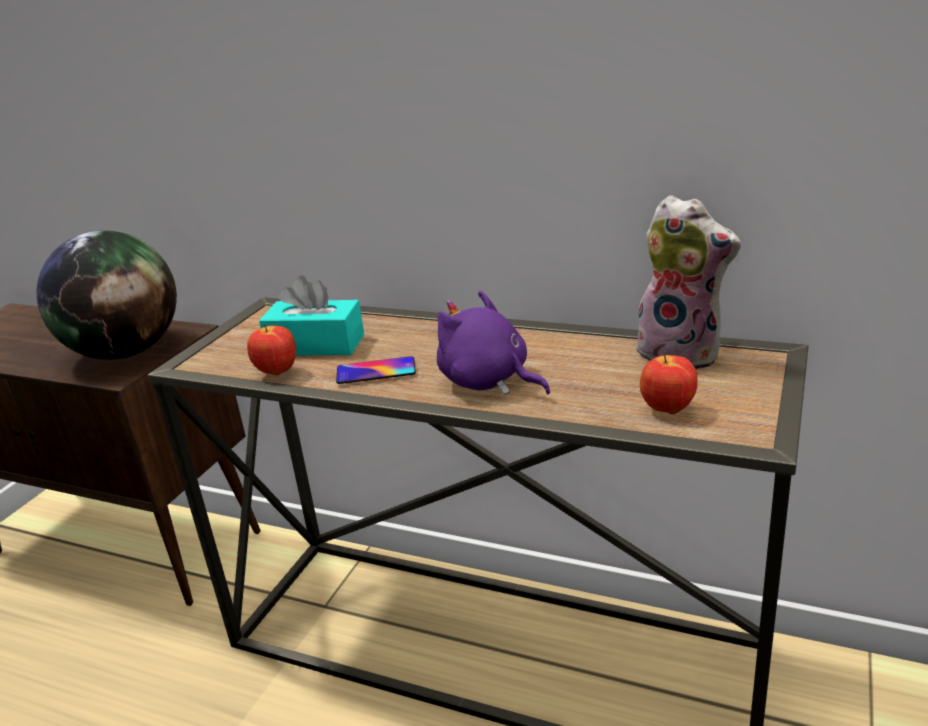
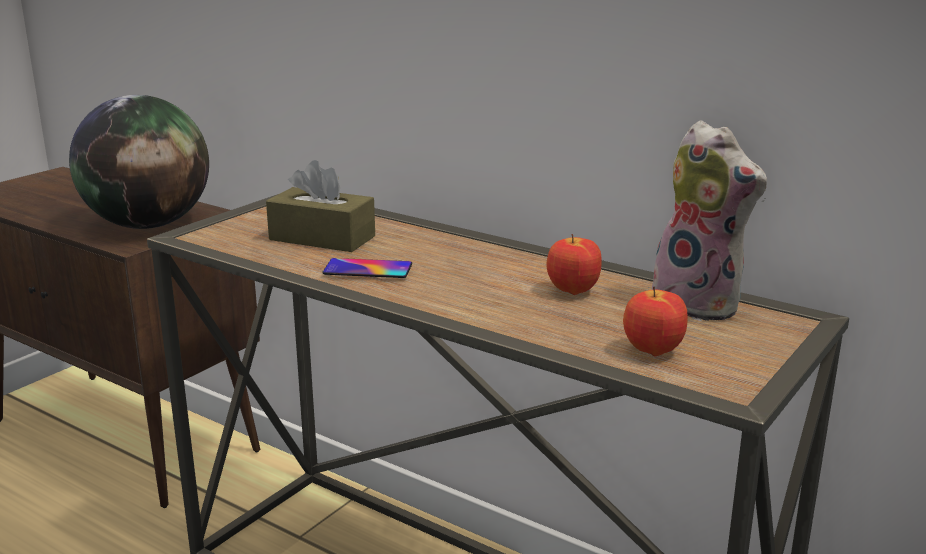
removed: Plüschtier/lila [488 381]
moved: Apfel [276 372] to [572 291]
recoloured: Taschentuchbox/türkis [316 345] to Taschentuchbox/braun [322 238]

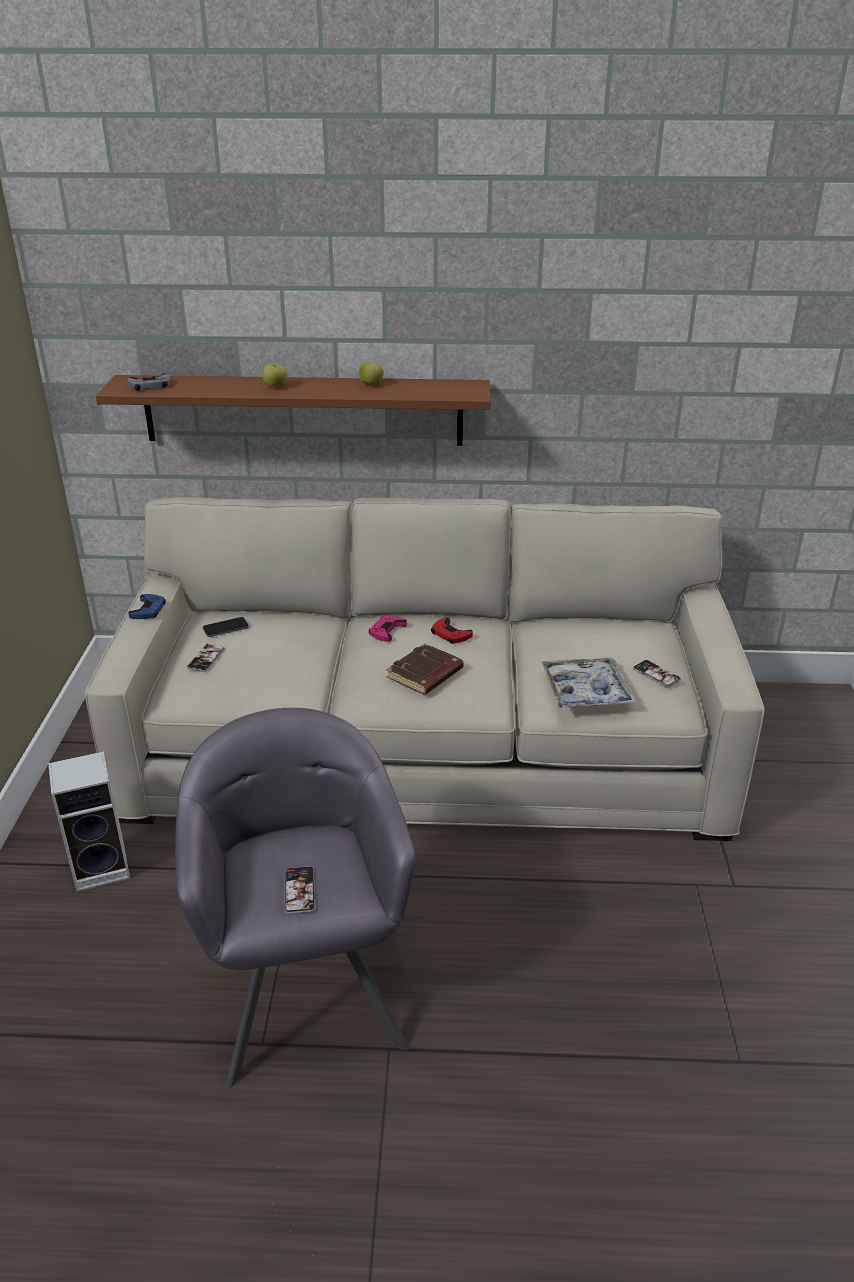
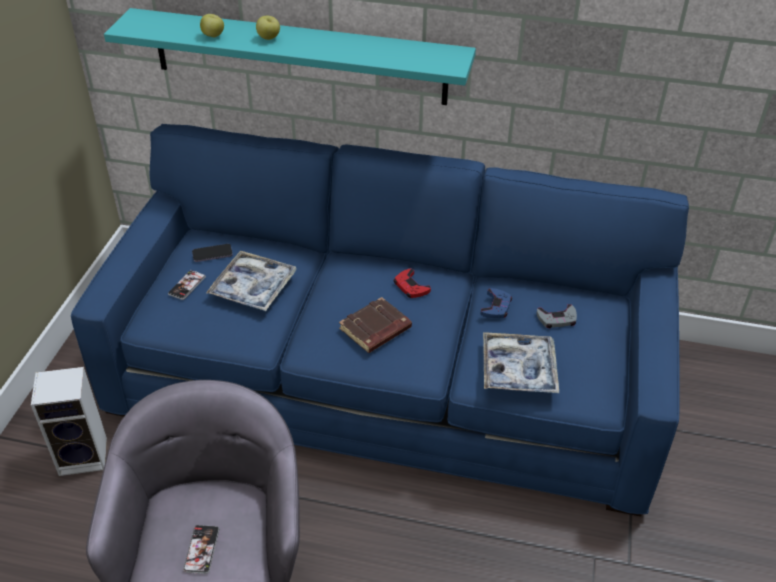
removed: Gamepad/rosa [387 631]; Handy [656 674]
added: Tablett [253 287]
moved: Apfel [371 384] to [213 36]; Gamepad/blau [148 610] to [496 307]; Gamepad/grau [150 386] to [557 319]
recoloured: Sofa/beige [428 750] to Sofa/blau [388 377]; Wandregal/braun [303 410] to Wandregal/türkis [299 57]

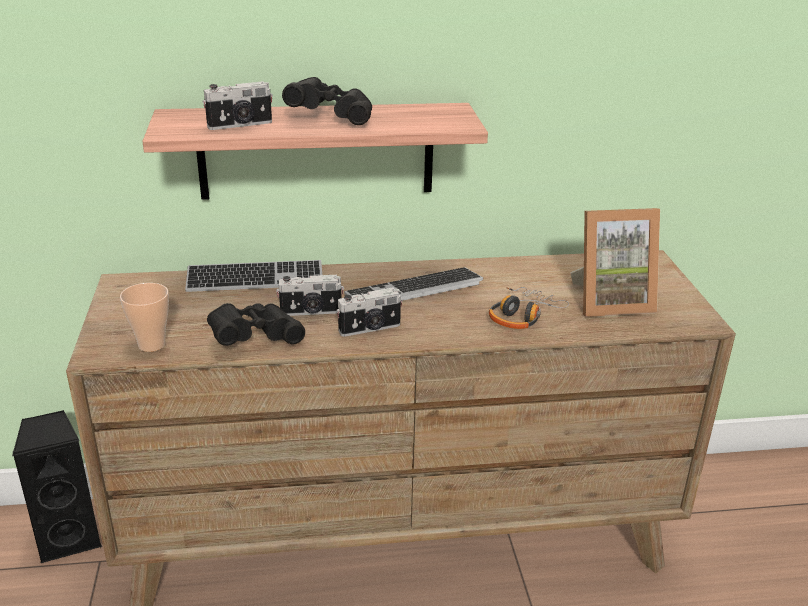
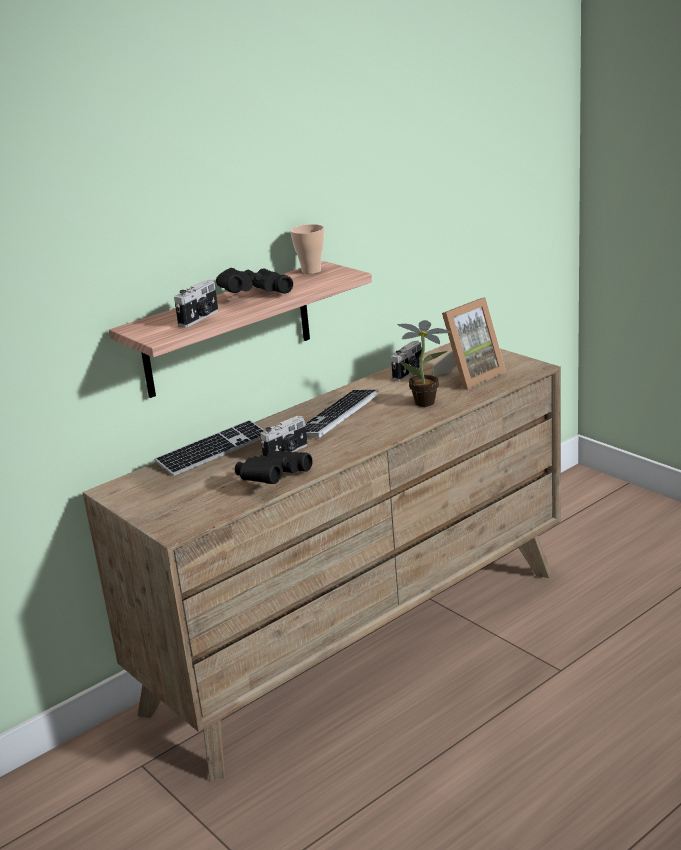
removed: Lautsprecher/schwarz [70 538]
moved: Tasse [151 345] to [311 271]; Kamera [370 329] to [409 373]
replaced: Kopfhörer [522 316] to Topfpflanze [428 403]

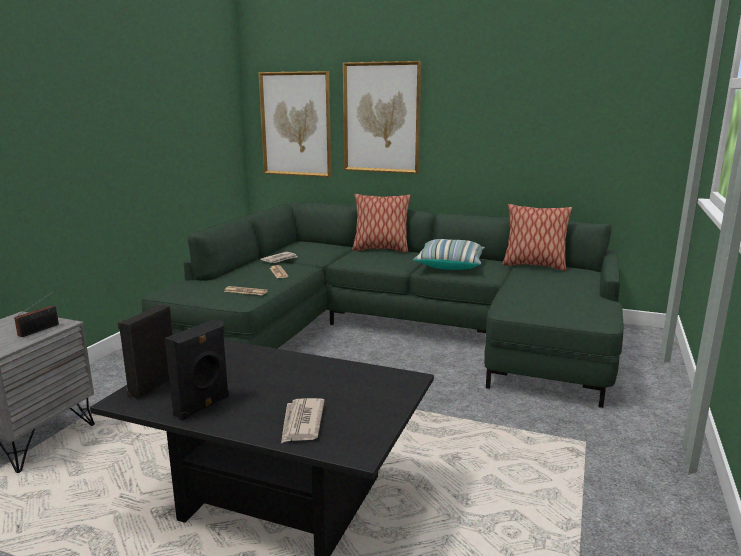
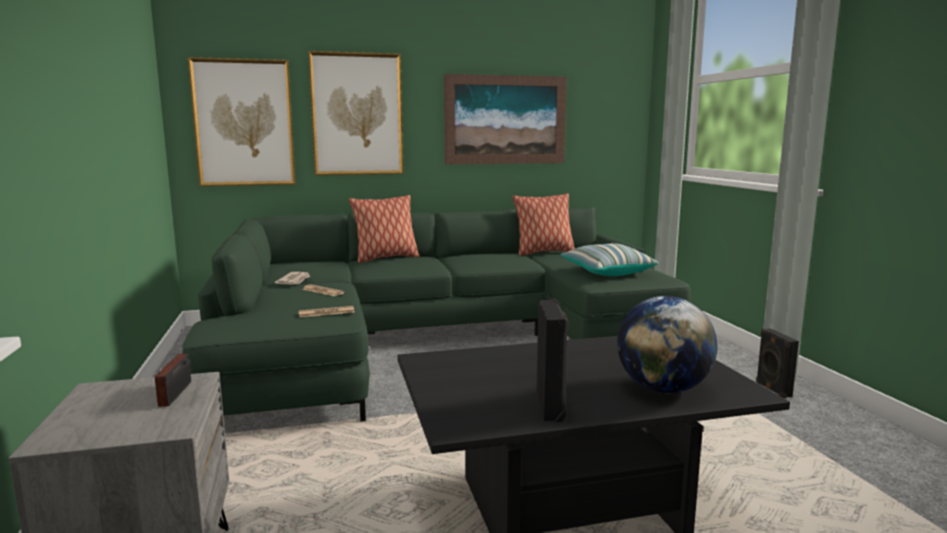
added: Bild [505 120]
moved: Kissen [450 265] to [606 272]; Lautsprecher/schwarz [151 385] to [772 389]
replaced: Zeitung [301 423] to Globus [663 389]

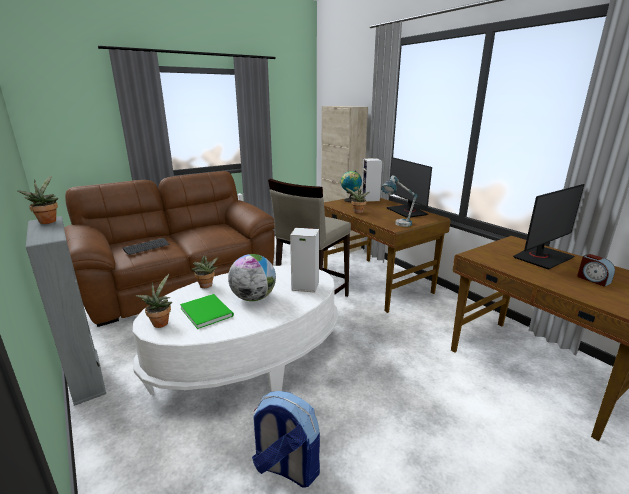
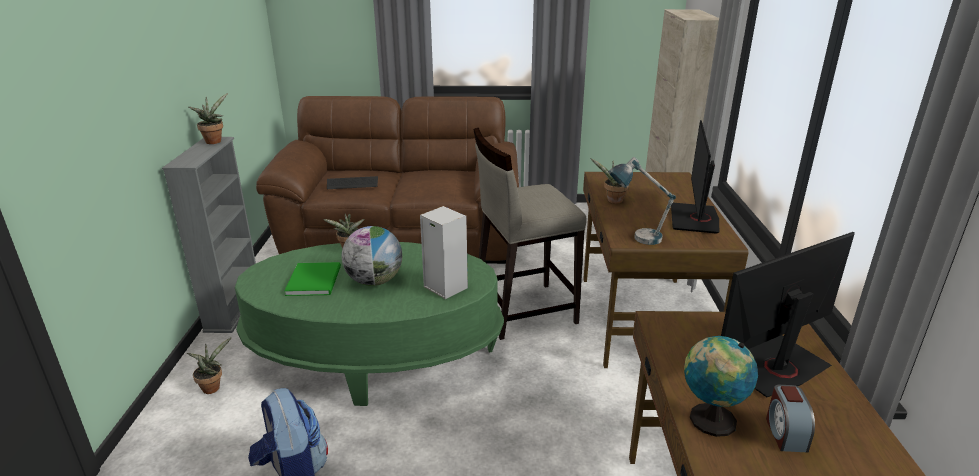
removed: Lautsprecher [370 199]
moved: Topfpflanze [160 322] to [213 387]; Globus [350 200] to [709 420]
recoloured: Couchtisch/weiß [248 360] to Couchtisch/grün [375 355]
turned: Monitor [542 257] = [773 366] 150 degrees clockwise

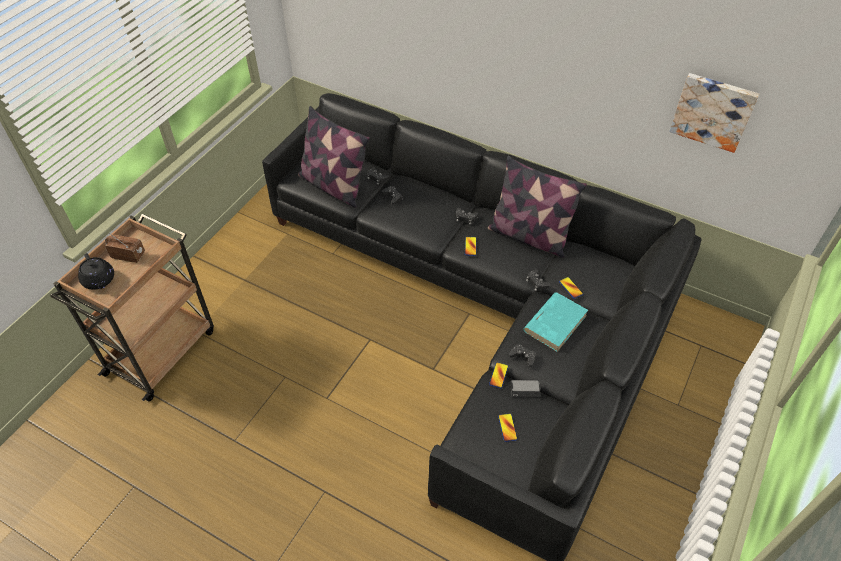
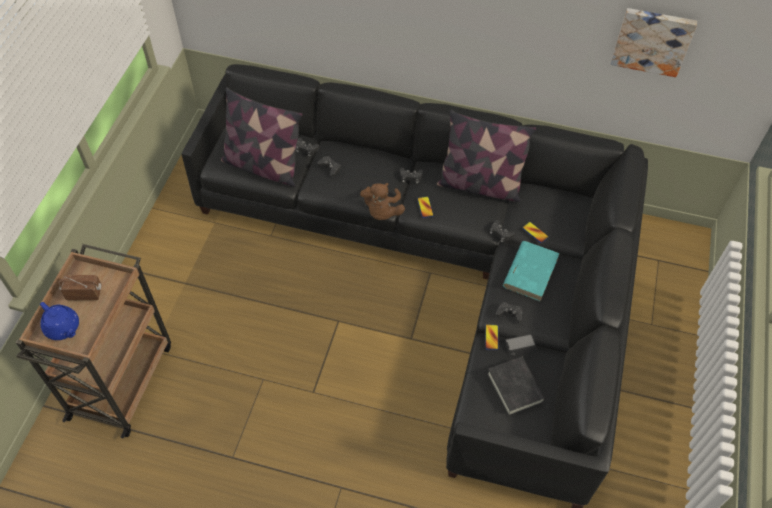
added: Plüschtier/braun [382 212]
replaced: Handy [507 427] to Buch/schwarz [515 388]
recoloured: Teekanne/schwarz [99 280] to Teekanne/blau [63 328]

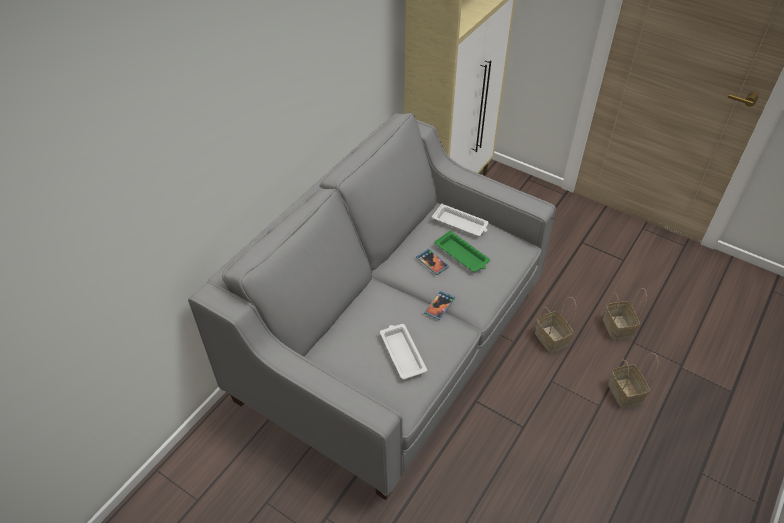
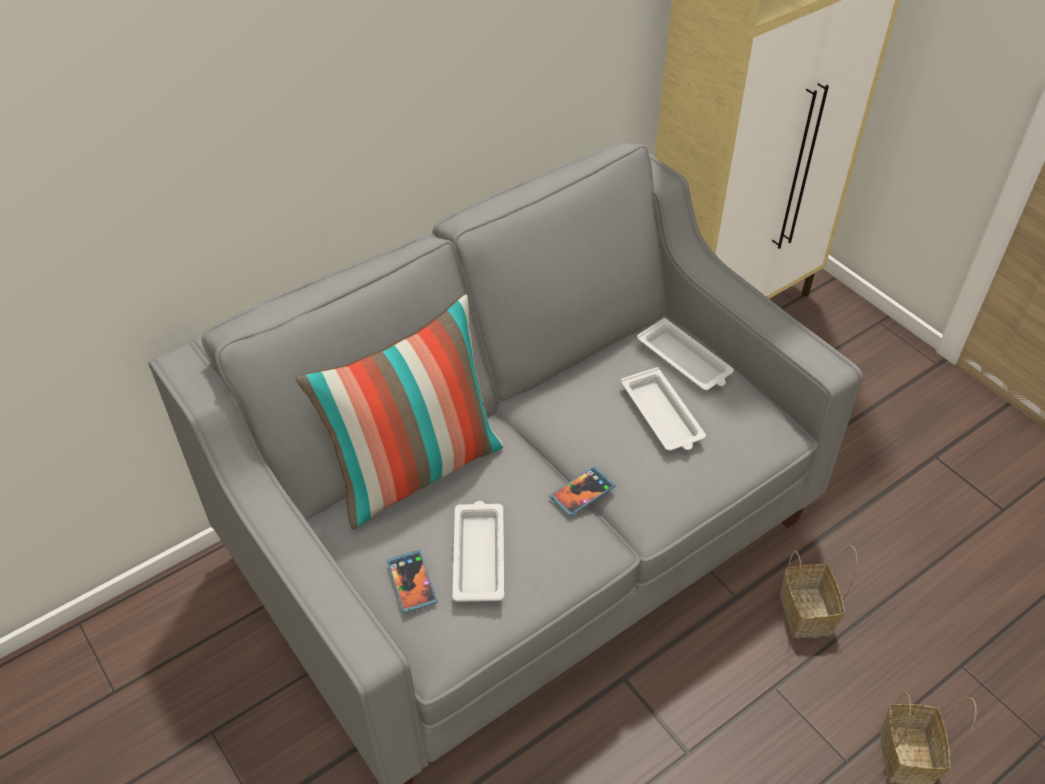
removed: Korb [616 327]
added: Kissen [415 469]
moved: Handy [432 262] to [412 582]
recoloured: Tablett/grün [462 255] to Tablett/weiß [662 416]

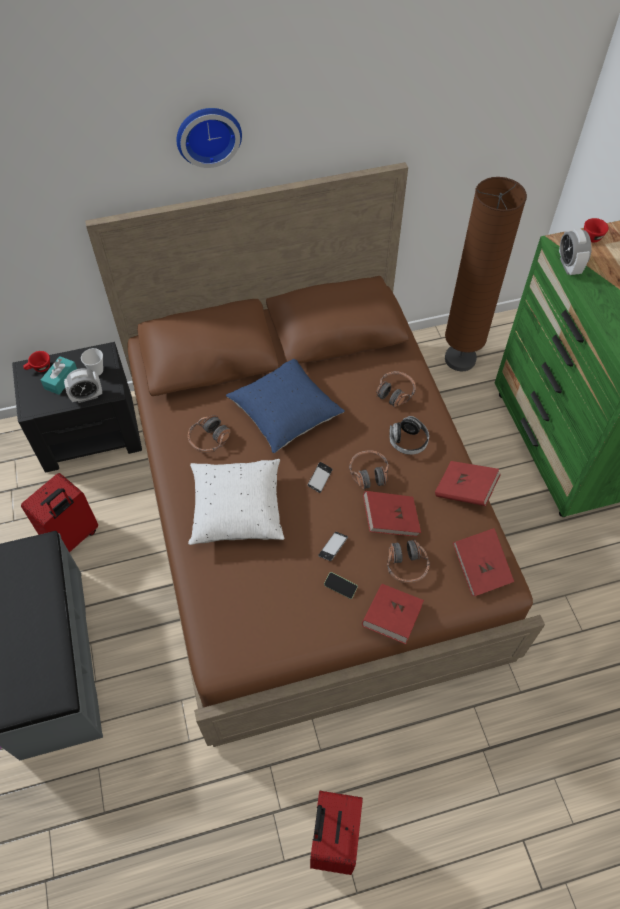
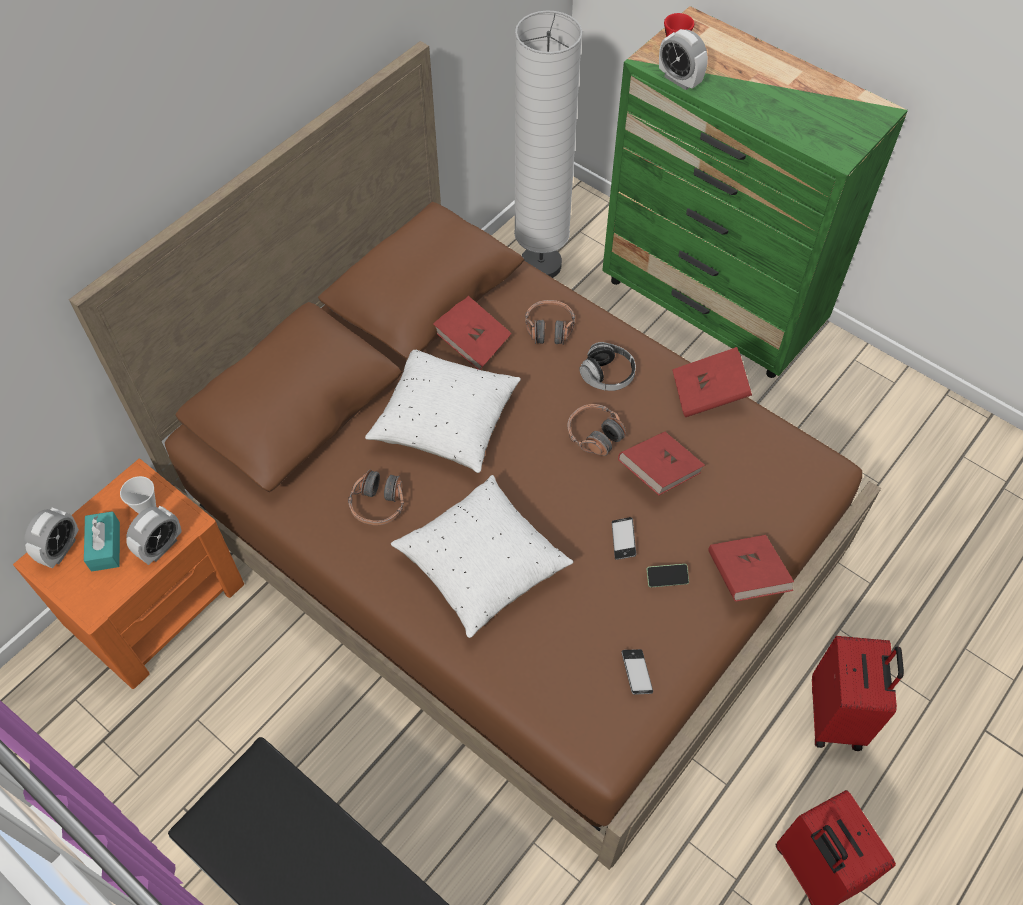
removed: Wanduhr [208 134]; Kopfhörer [406 565]
moved: Buch/rot [481 568] to [471 341]; Handy [320 478] to [636 673]; Koffer/rot [72 537] to [837 716]
replaced: Tasse/rot [39 368] to Wecker [61 549]
recoloured: Nachttisch/schwarz [90 433] to Nachttisch/orange [155 602]; Kissen/blau [285 414] to Kissen/weiß [445 423]; Stehlampe/braun [460 359] to Stehlampe/weiß [540 265]

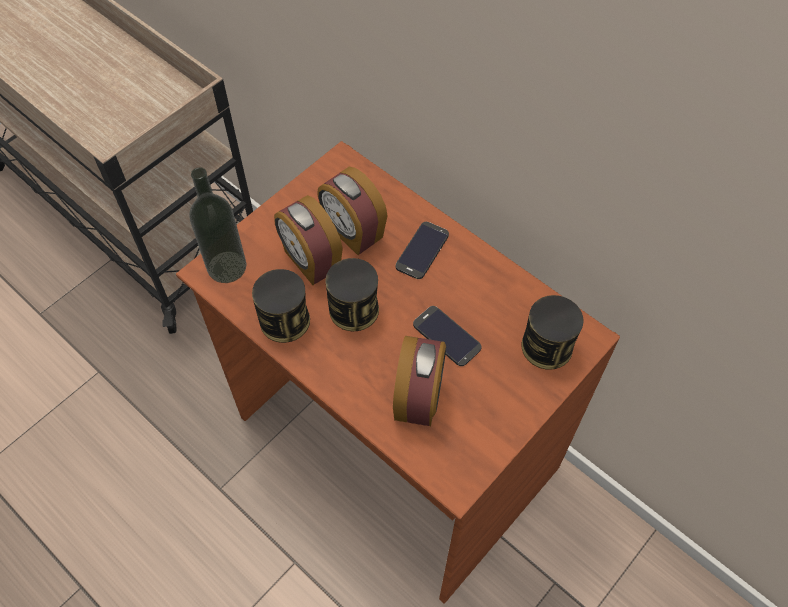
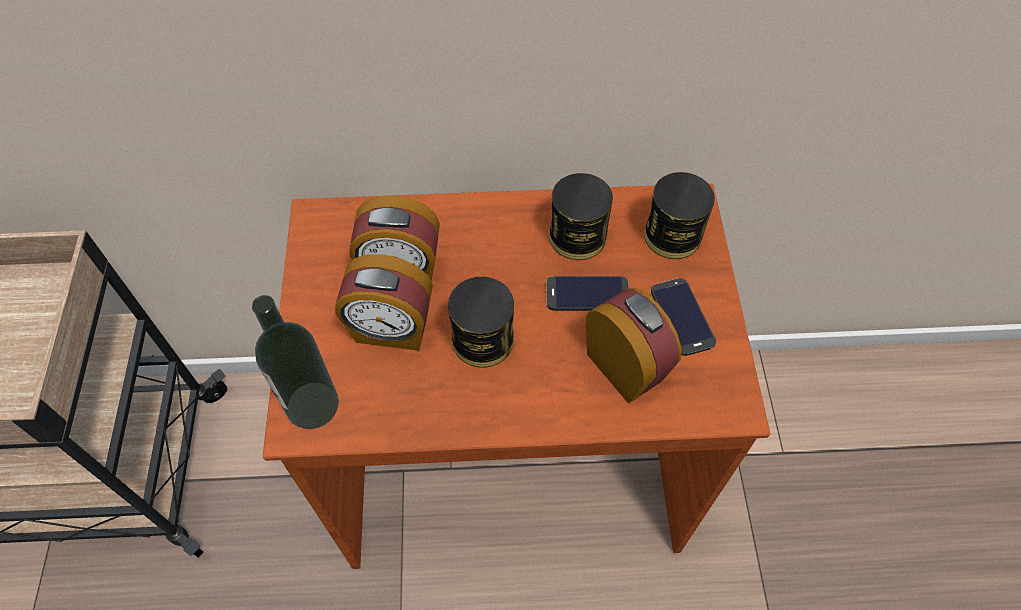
moved: Dose [284 320] to [577 236]; Handy [422 250] to [682 317]

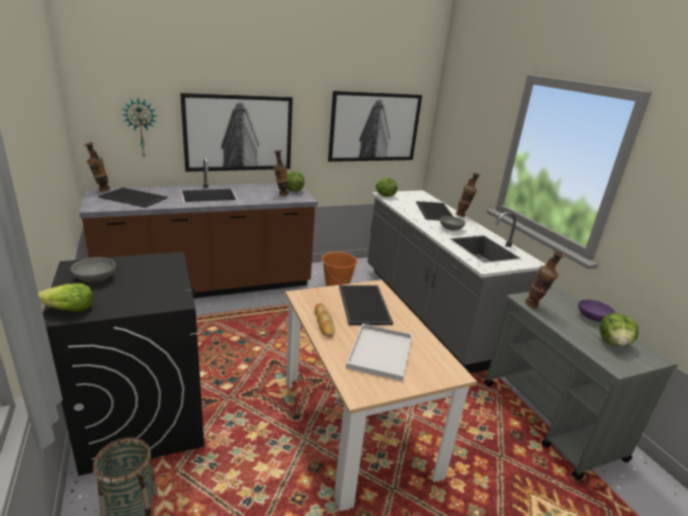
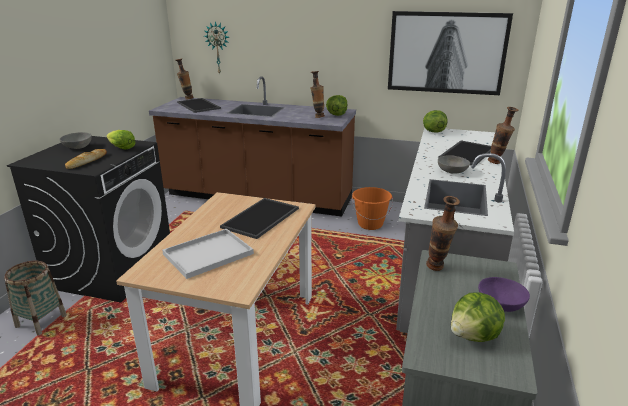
removed: Bild [238 133]
moved: Brot [324 322] to [86 161]; Salatkopf [68 310] to [121 148]

